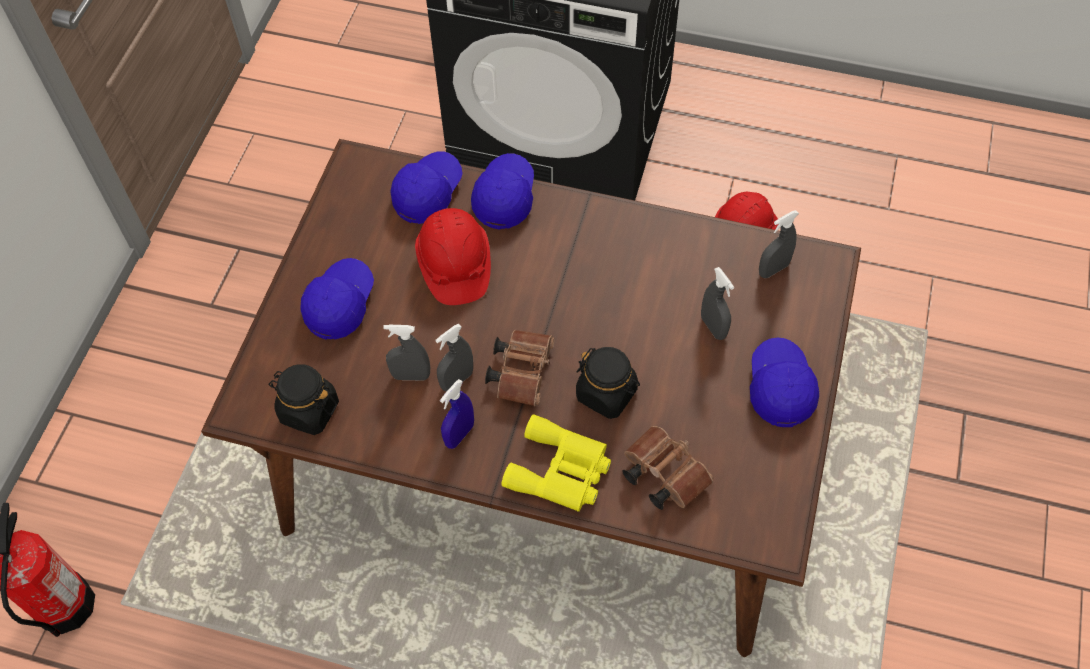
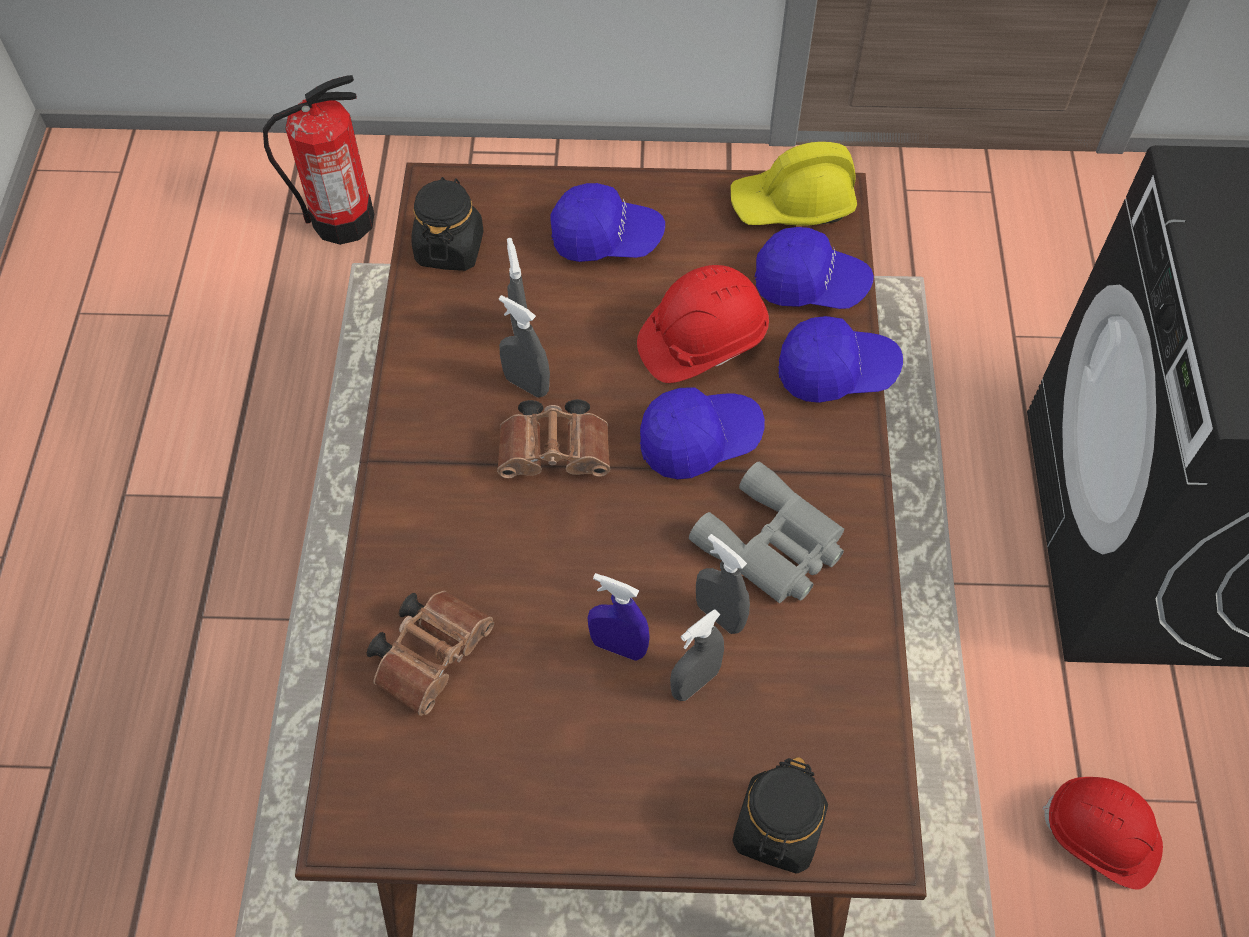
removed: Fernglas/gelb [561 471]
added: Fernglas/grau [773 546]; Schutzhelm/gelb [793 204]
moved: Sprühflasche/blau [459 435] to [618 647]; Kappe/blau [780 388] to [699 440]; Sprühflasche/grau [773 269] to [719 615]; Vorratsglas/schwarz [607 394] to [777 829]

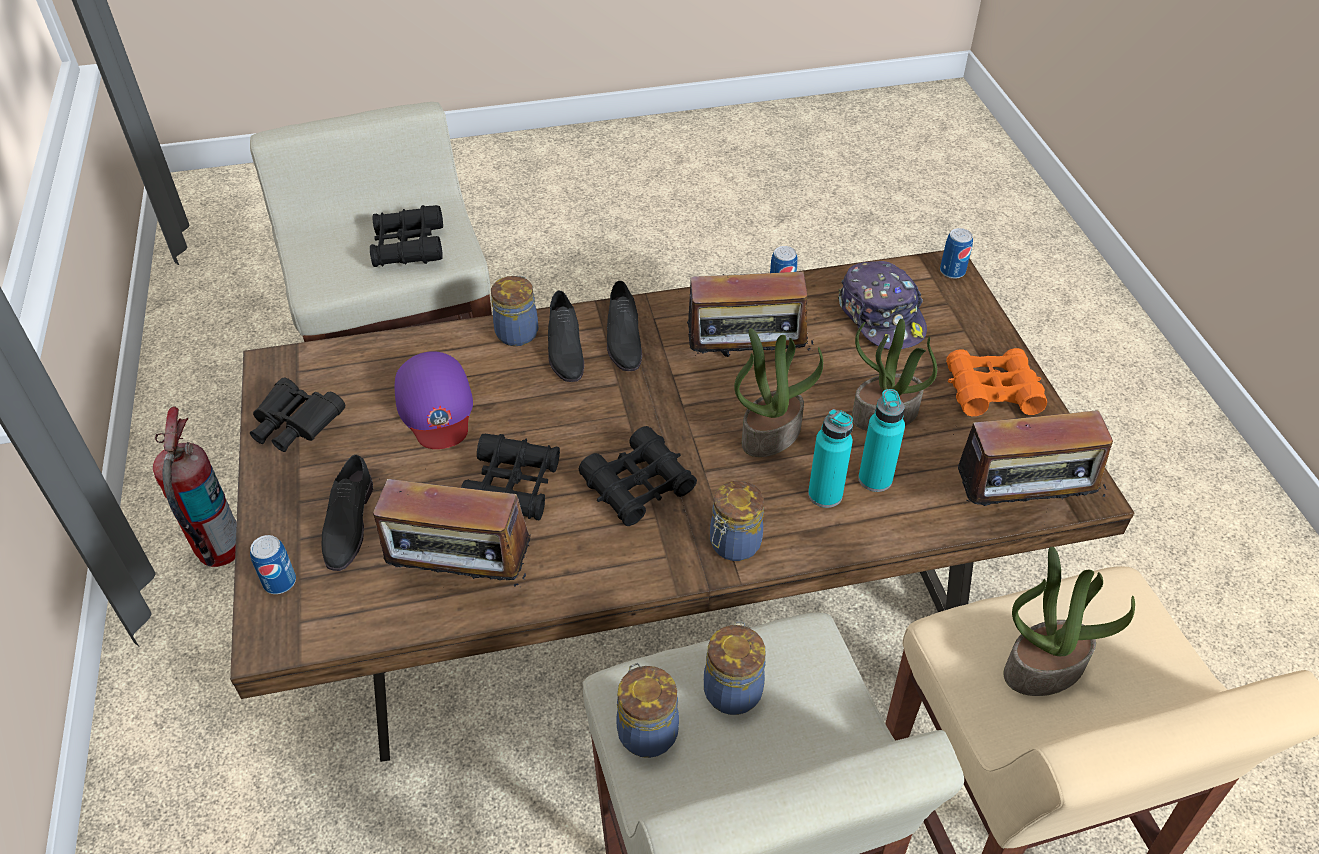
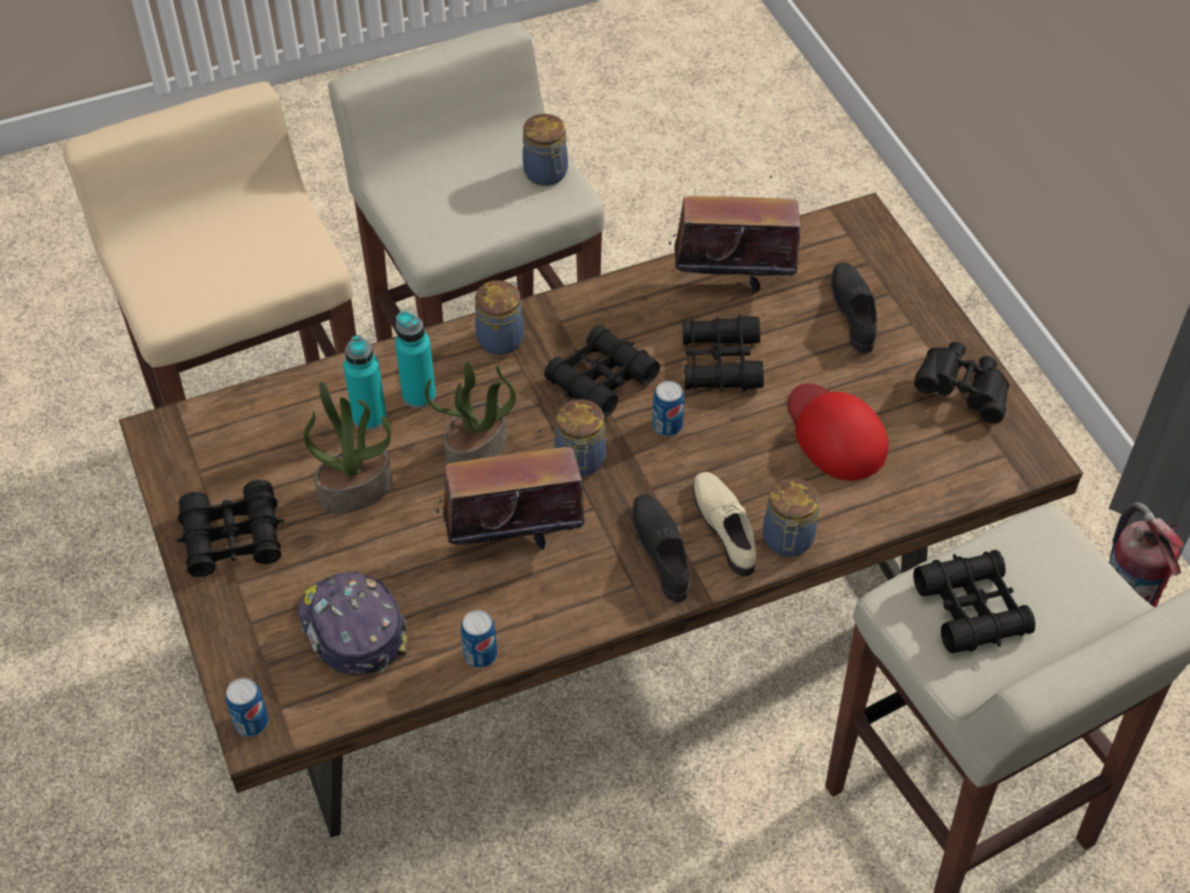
removed: Radio [1020 506]; Topfpflanze [1043 667]
moved: Vorratsglas [733 689] to [580 461]; Dose [279 582] to [667 426]
recoloured: Fernglas/orange [991 391] to Fernglas/schwarz [233 538]; Schuh/schwarz [564 348] to Schuh/beige [726 526]; Kappe/lila [436 406] to Kappe/rot [834 434]

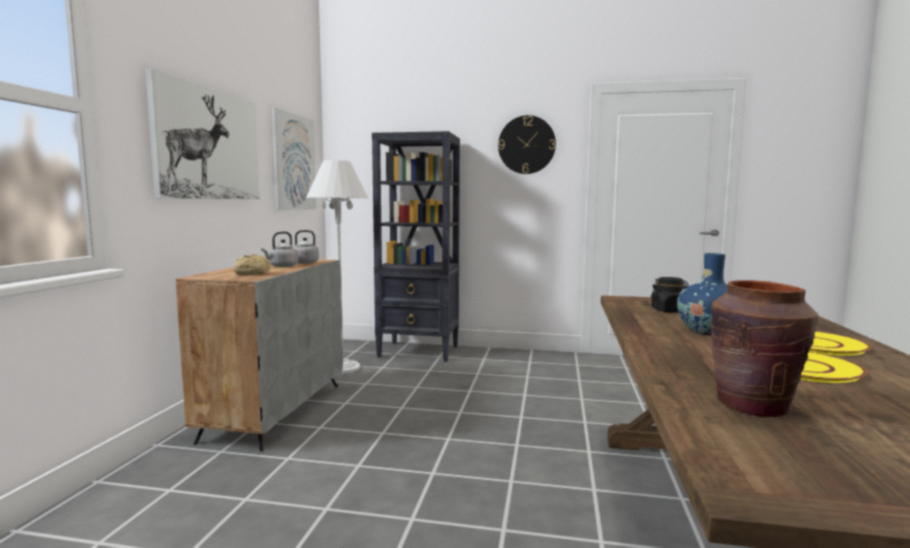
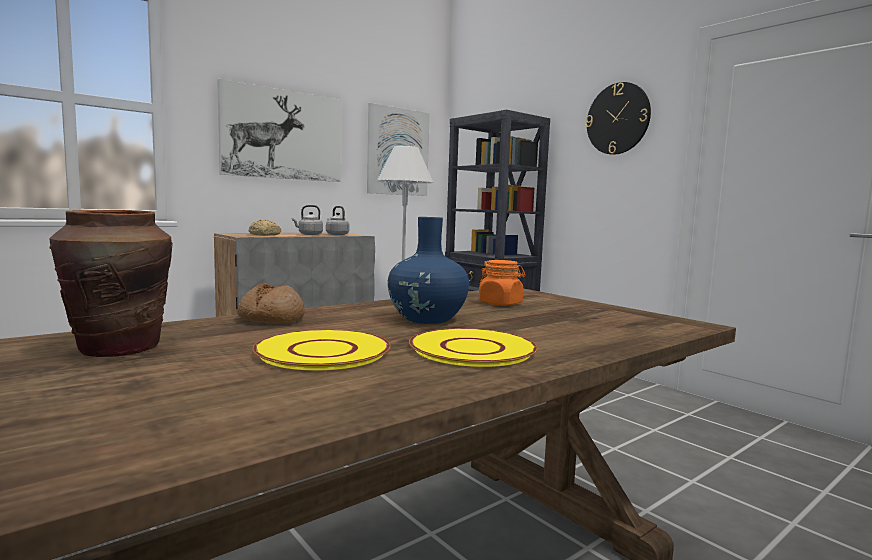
added: Brot [271 319]
recoloured: Vorratsglas/schwarz [668 310] to Vorratsglas/orange [500 303]

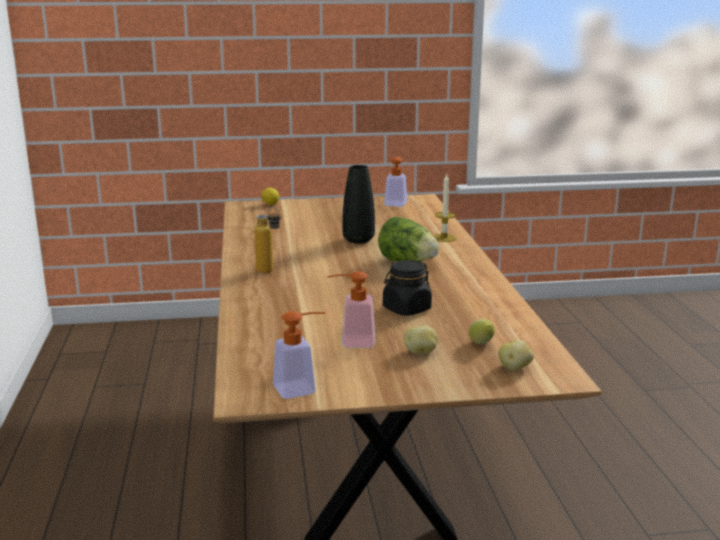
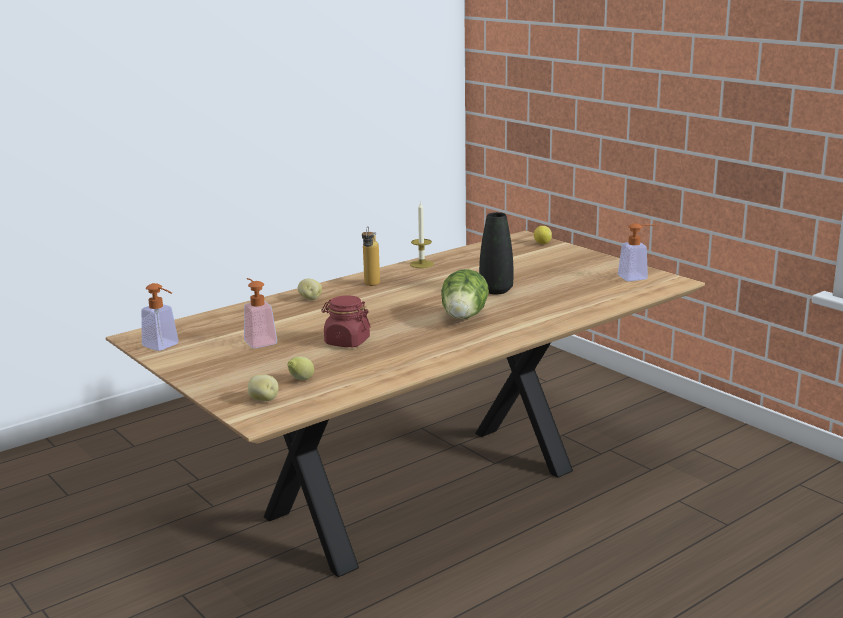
moved: Kartoffel [421 352] to [310 299]; Kerze [444 238] to [421 264]
recoloured: Vorratsglas/schwarz [406 309] to Vorratsglas/rot [347 342]

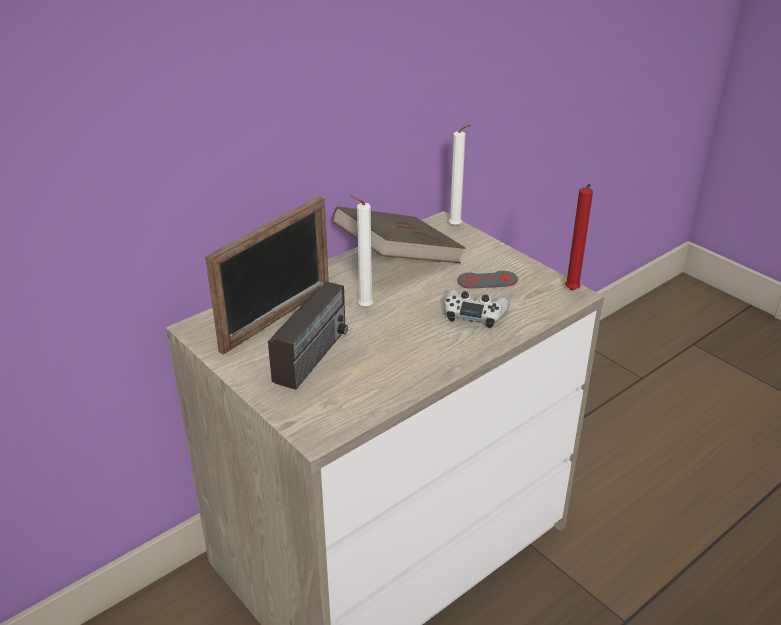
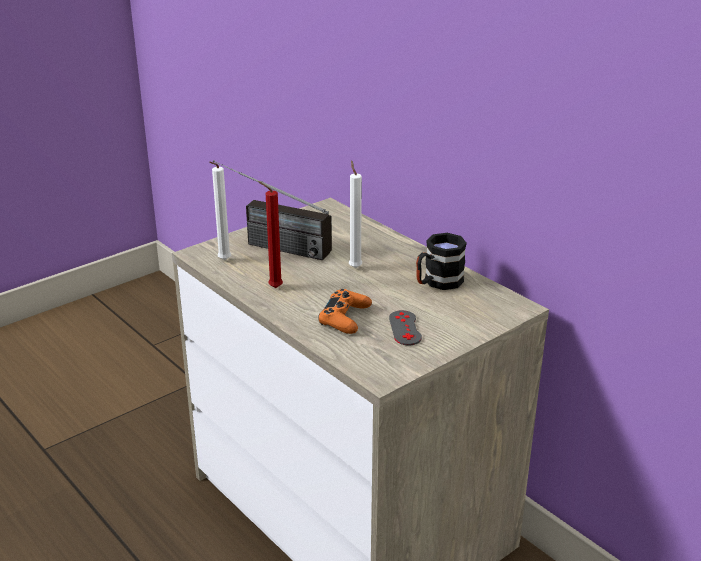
removed: Bilderrahmen [277 318]
moved: Kerze/weiß [456 227] to [223 261]; Kerze/rot [571 291] to [273 287]
replaced: Buch/braun [398 260] to Henkelbecher/schwarz [437 283]
recoloured: Gamepad/weiß [474 314] to Gamepad/orange [345 318]

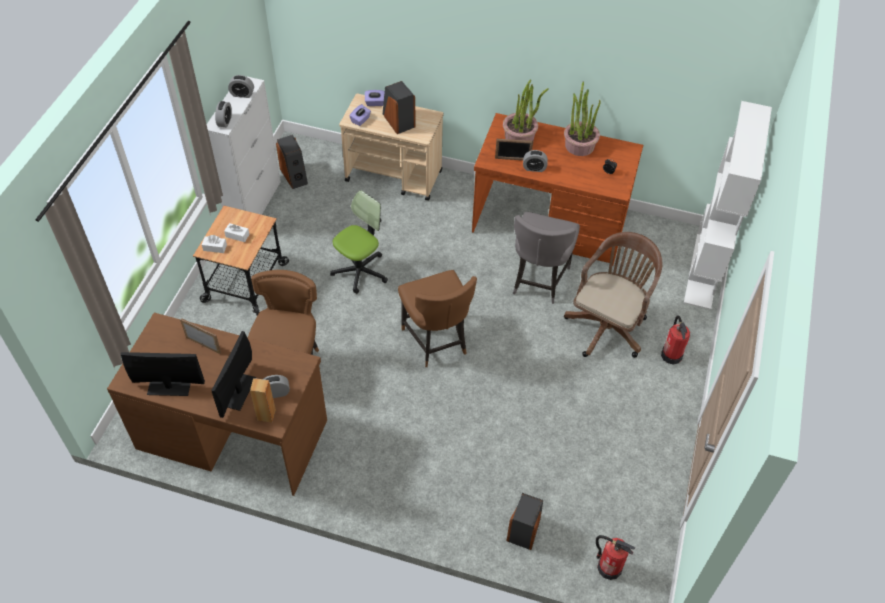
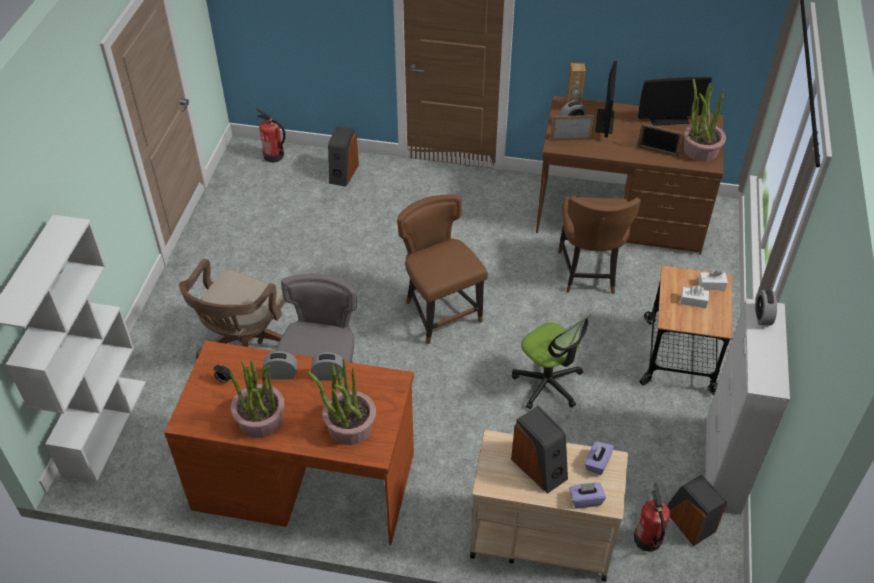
added: Topfpflanze [700 150]
moved: Wecker [242 94] to [281 374]; Bilderrahmen [512 159] to [570 139]; Feuerlöscher [671 355] to [647 539]
turned: Bürostuhl [360 271] = [548 384] 75 degrees counterclockwise

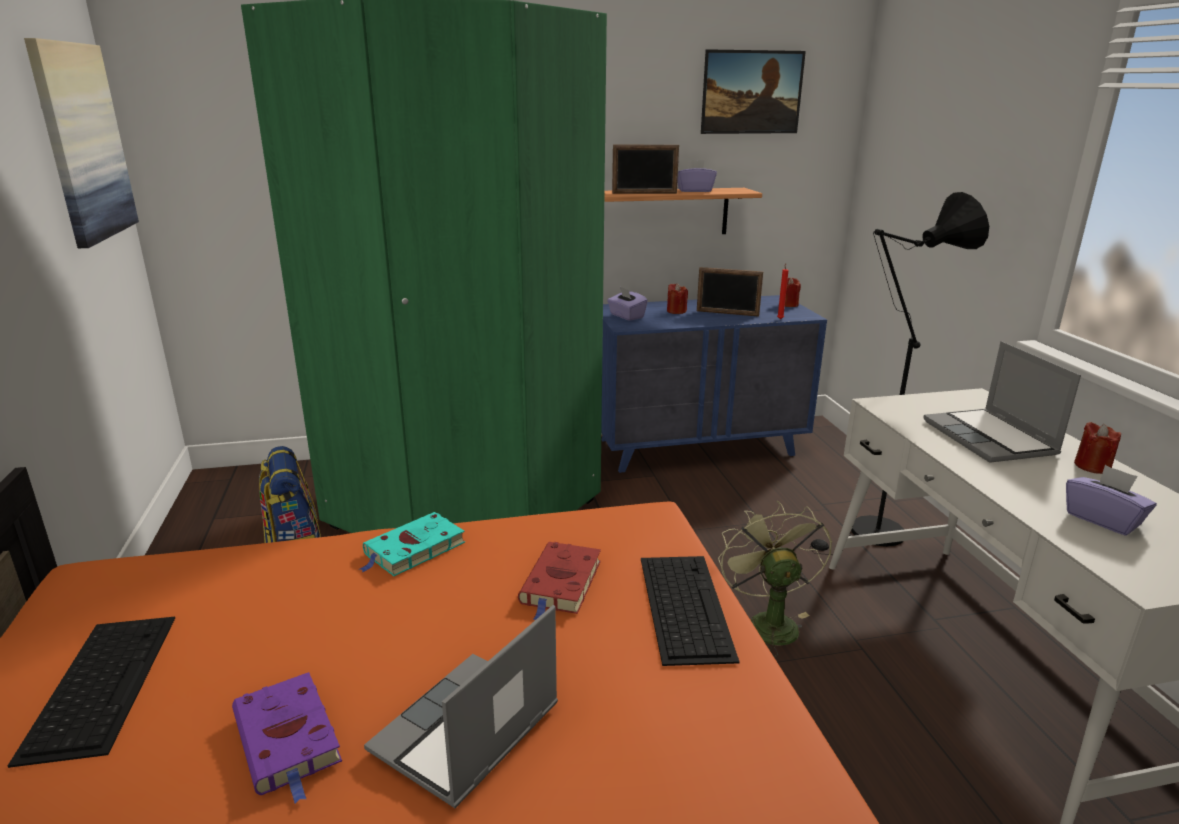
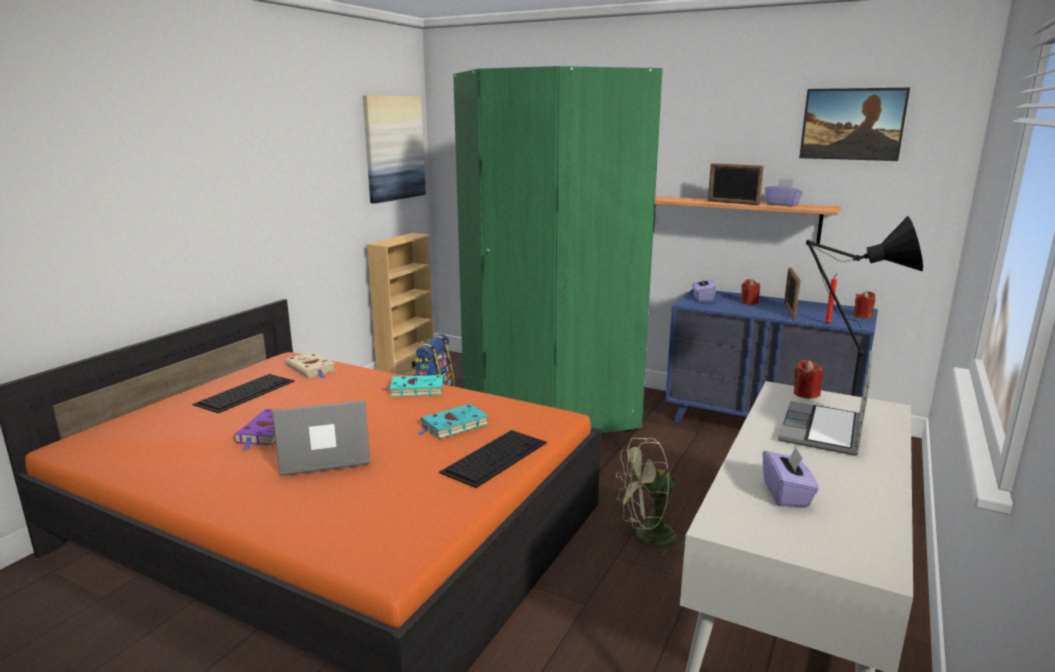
added: Buch/beige [312 369]; Bücherregal/beige [407 372]
moved: Kerze/rot [1092 466] to [806 394]
recoloured: Buch/rot [561 584] to Buch/türkis [453 425]
turned: Ventilator/grün [767 622] = [647 537] 135 degrees counterclockwise; Bilderrahmen [727 313] = [789 311] 45 degrees clockwise

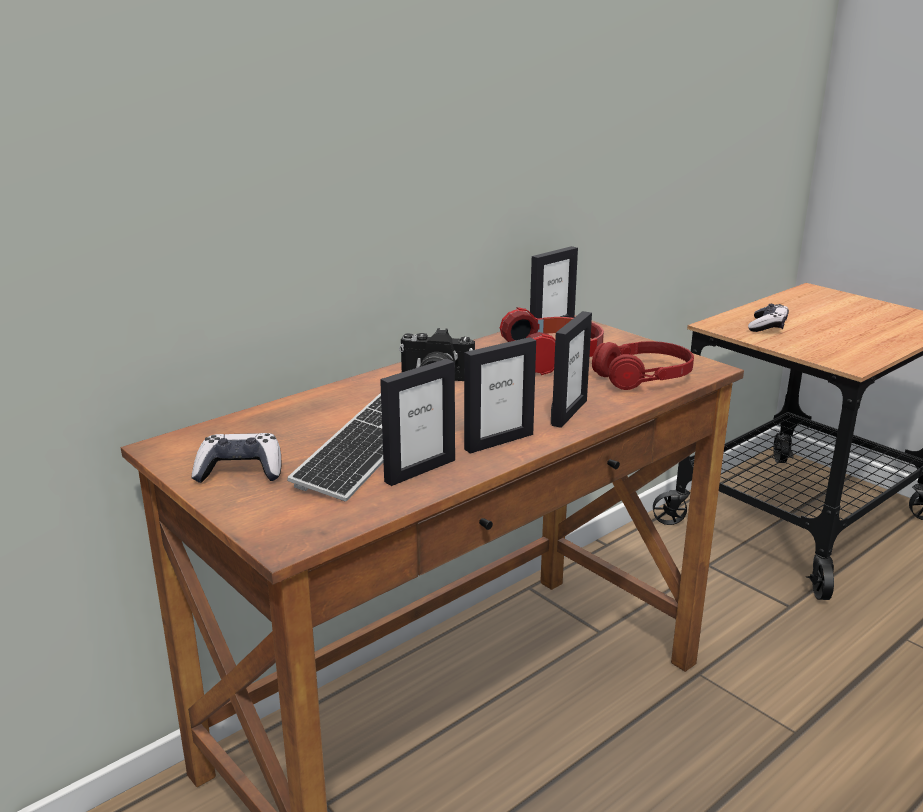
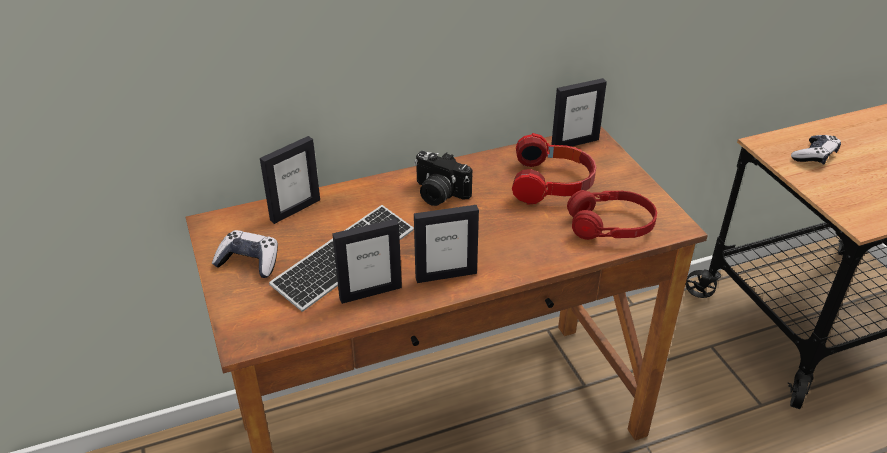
moved: Bilderrahmen [568 412] to [295 210]

